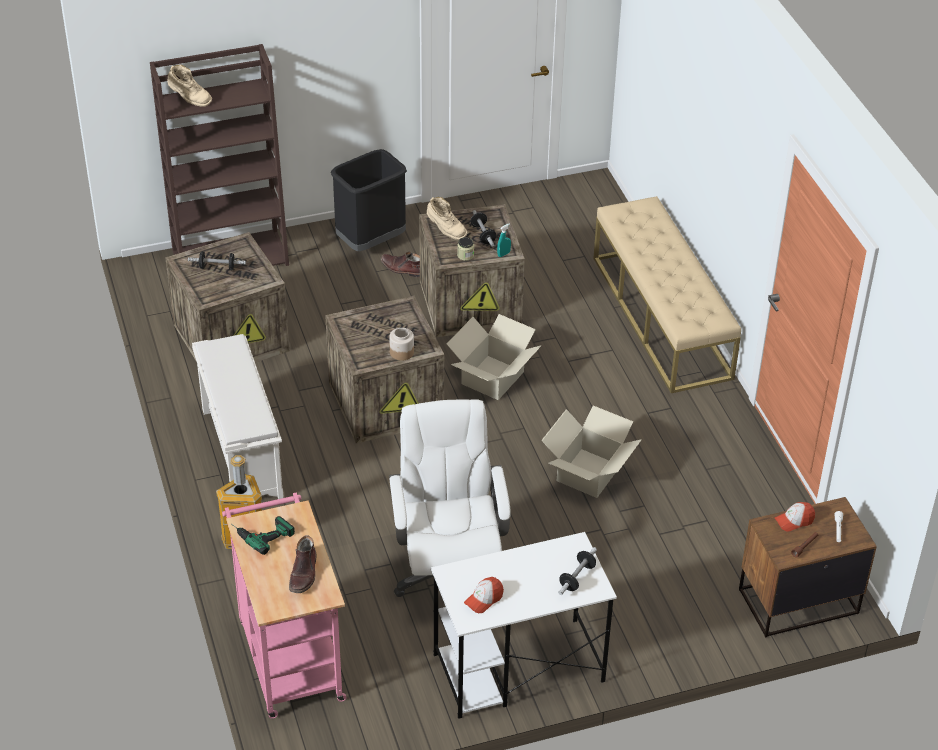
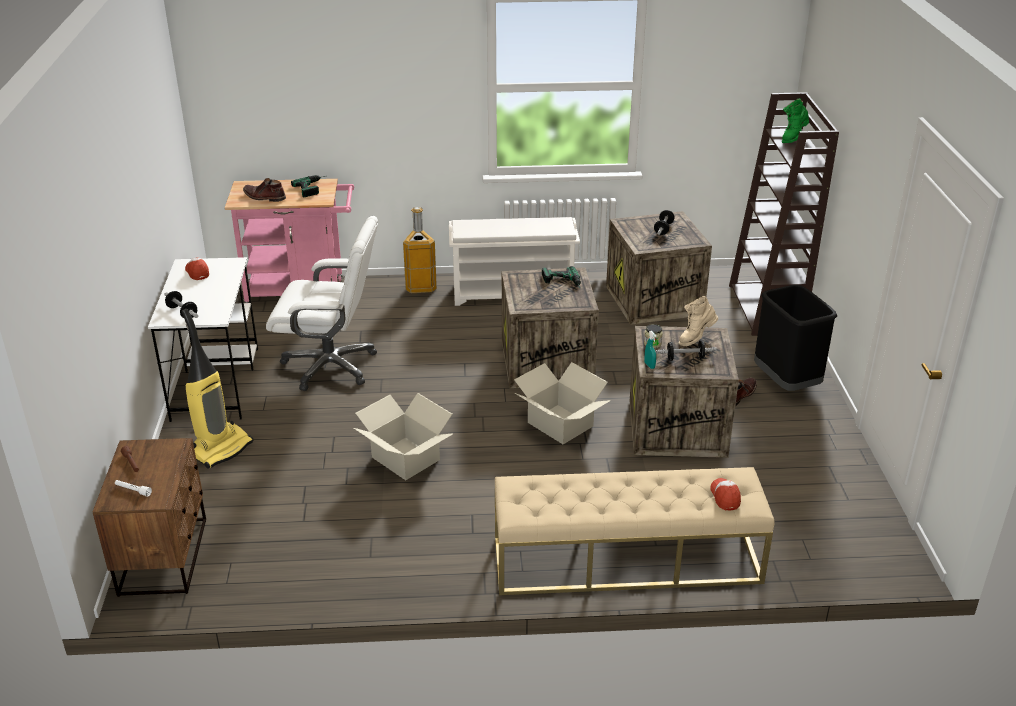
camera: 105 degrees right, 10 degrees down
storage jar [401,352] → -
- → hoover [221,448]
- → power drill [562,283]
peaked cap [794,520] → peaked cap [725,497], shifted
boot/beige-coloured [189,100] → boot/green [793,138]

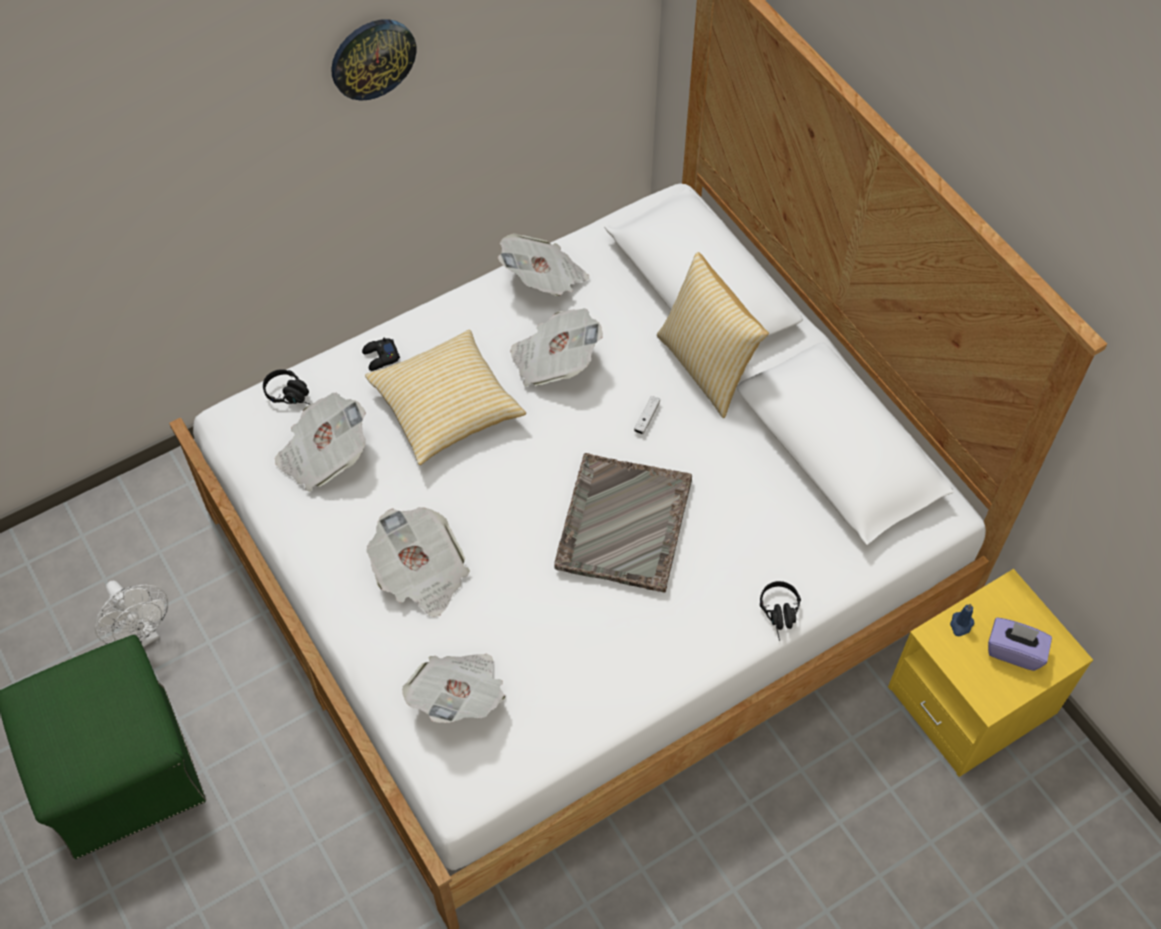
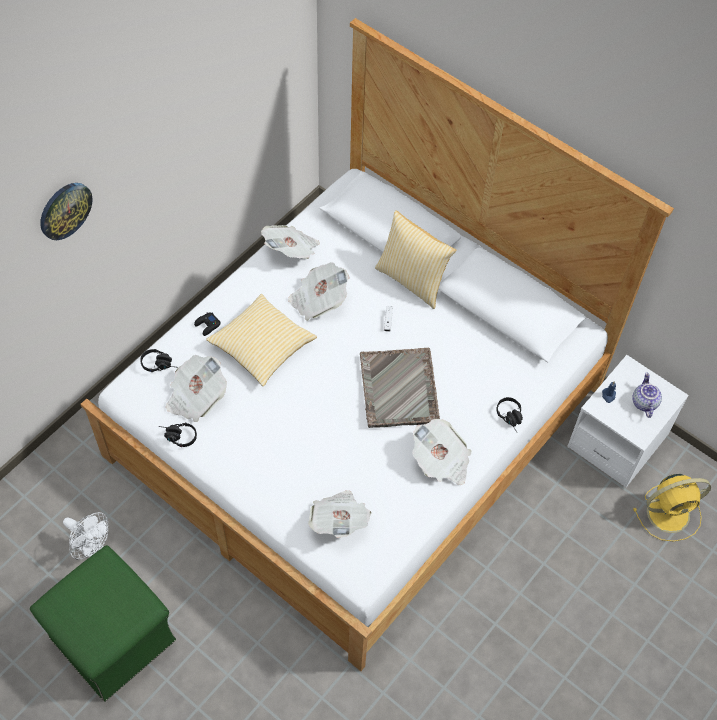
camera: 20 degrees left, 0 degrees up
- → headphones/black [177,437]
- → fan/yellowish [670,512]
clock on the wall [372,58] → clock on the wall [65,210], shifted
newspaper [421,574] → newspaper [441,461], shifted
tissue box/purplish [1014,651] → teapot [643,402]
nightstand/yellowish [971,701] → nightstand/white-coloured [617,441]

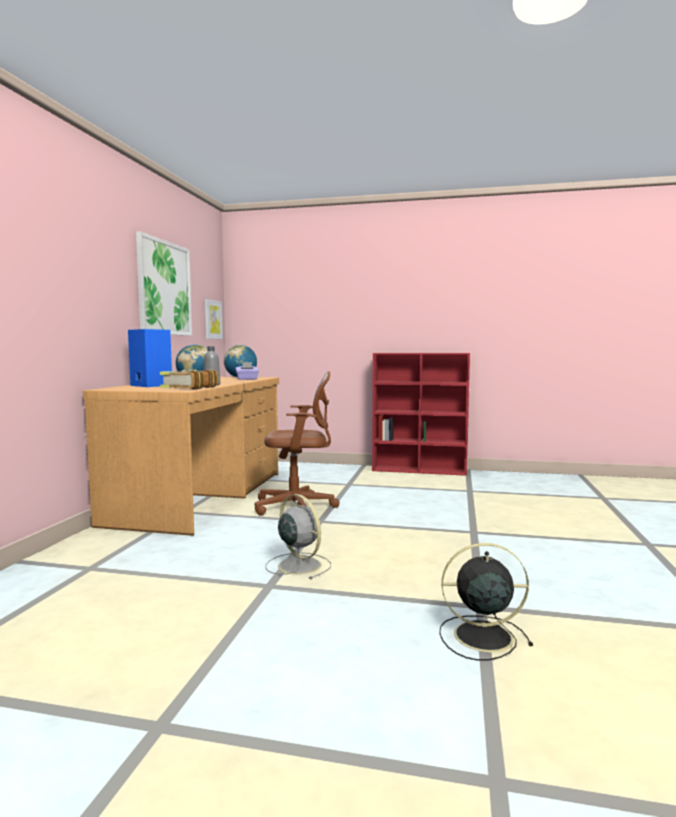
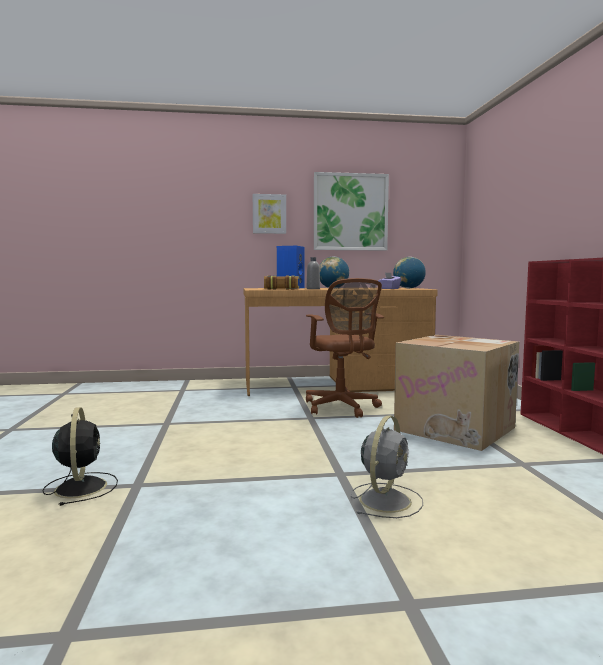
camera: 70 degrees right, 0 degrees up
- → cardboard box [456,428]
picture [212,319] → picture [269,214], shifted
fan/greyish [298,565] → fan/greyish [386,499], shifted

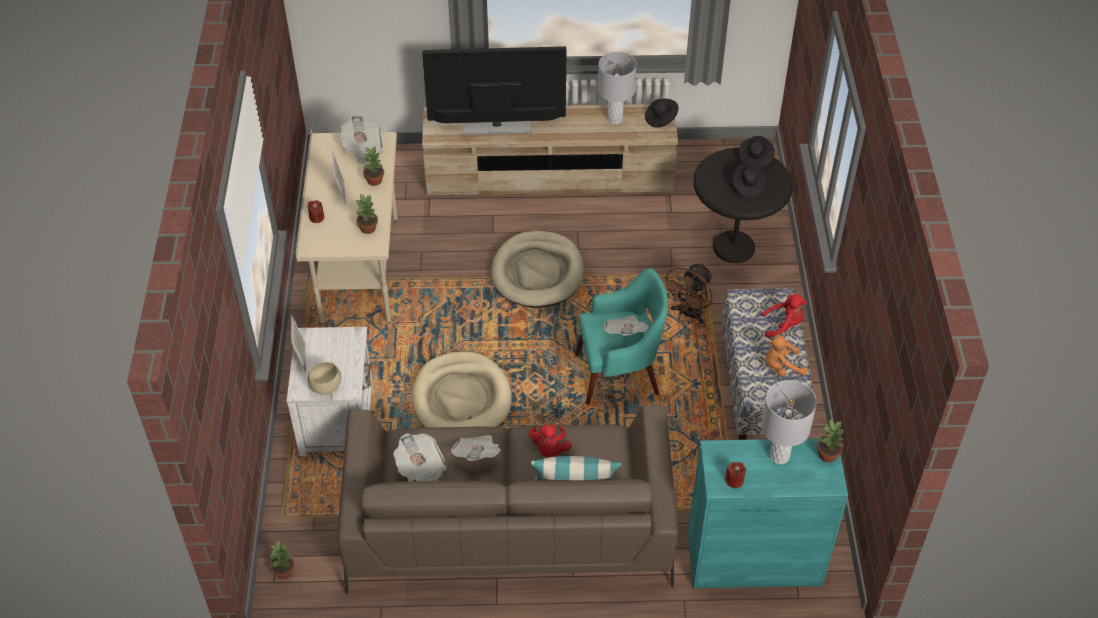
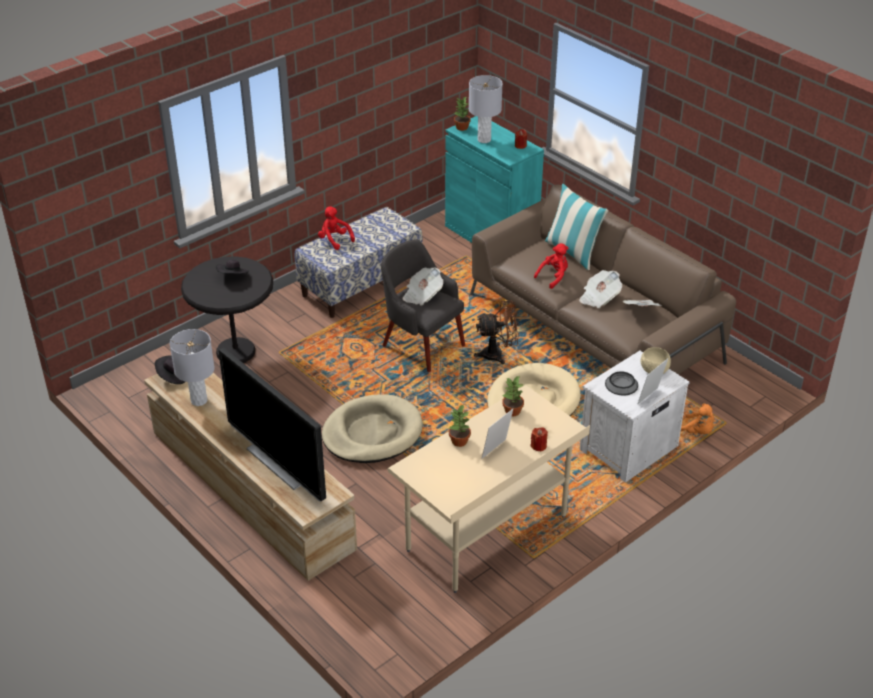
camera: 130 degrees left, 10 degrees down
potted plant [284,571] → -
newspaper [363,148] → -
clothing hat/black [755,159] → -
- → deep dish [621,384]
fan/brownish [688,314] → fan/brownish [498,355], shifted
soft toy/orange [781,367] → soft toy/orange [696,432], shifted
lounge chair/blue-green [619,374] → lounge chair/greyish [422,345]

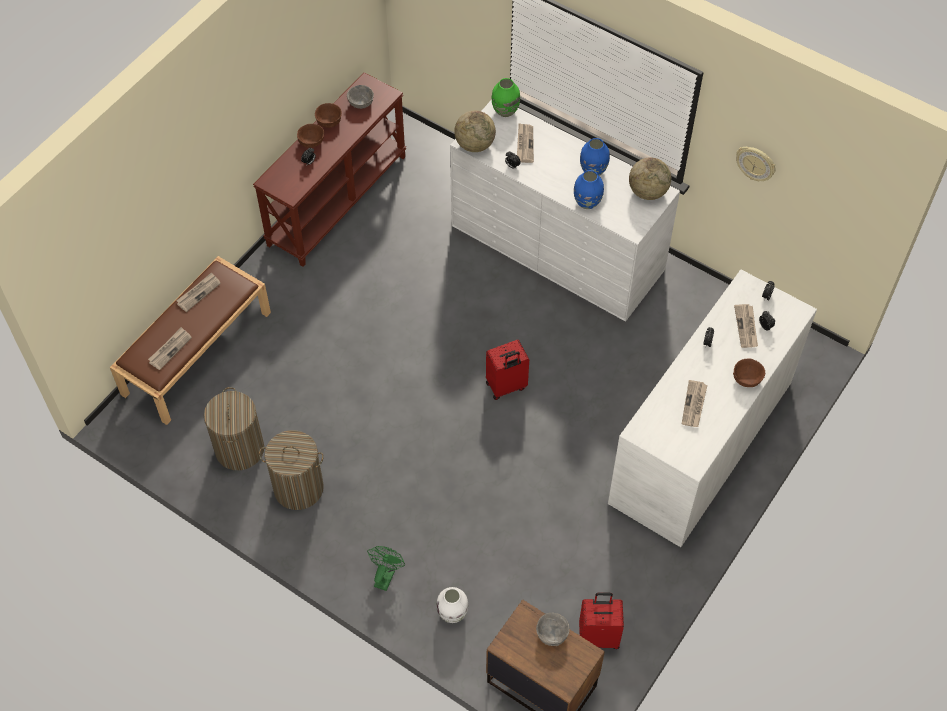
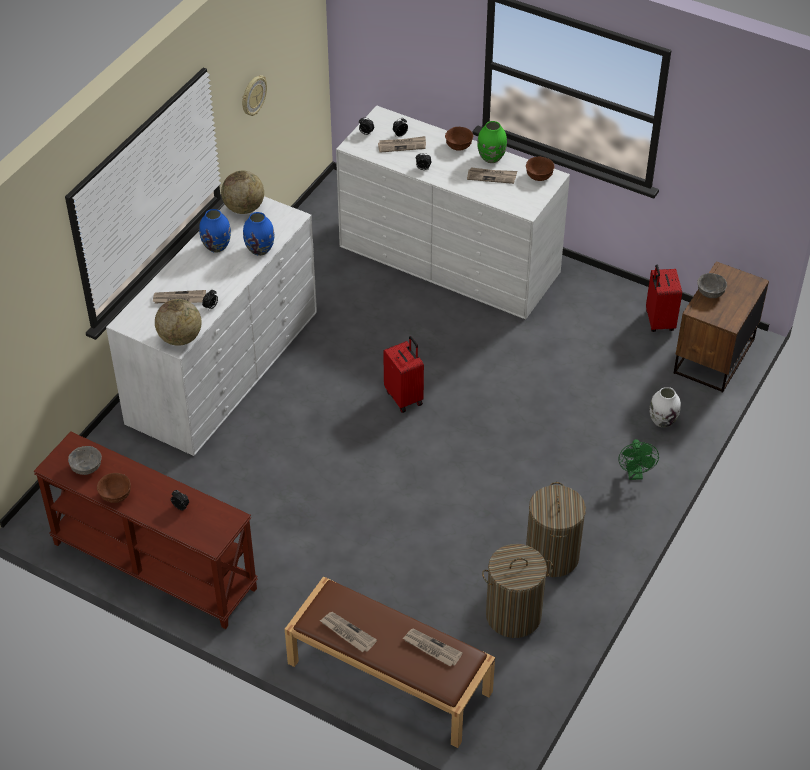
camera: 95 degrees left, 10 degrees down
deep dish/brownish [311,142] → deep dish/brownish [539,176], shifted
decorative vase/green [505,111] → decorative vase/green [491,158], shifted
fan/green [385,575] → fan/green [635,474], 105 degrees counterclockwise

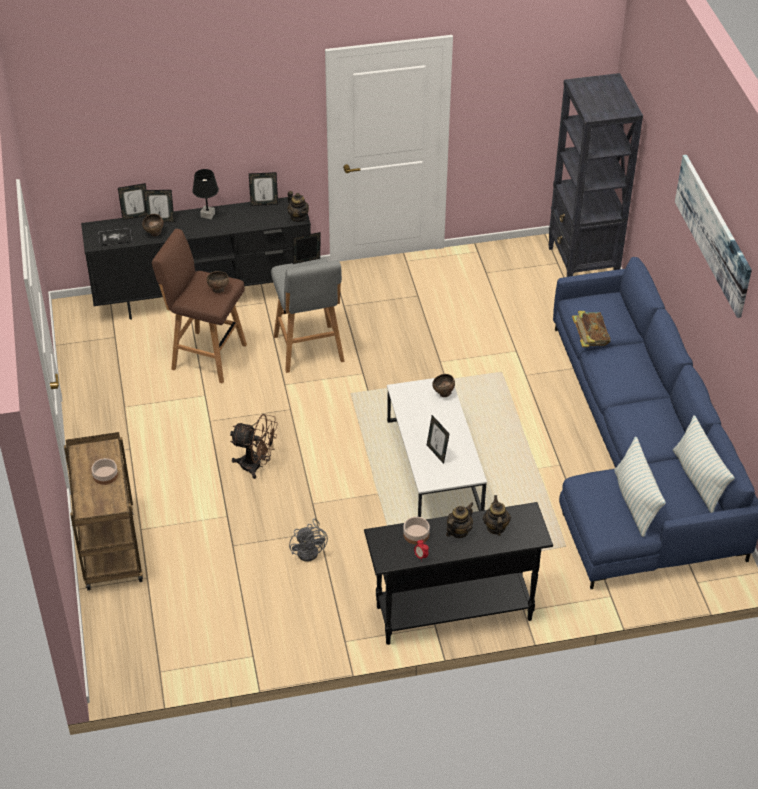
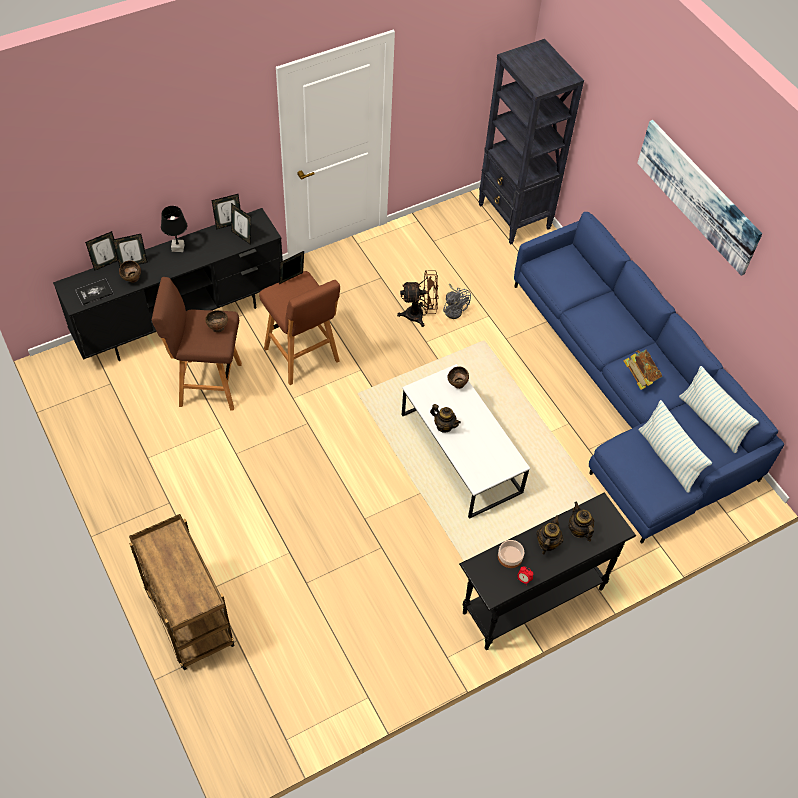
camera: 20 degrees left, 10 degrees up
deep dish [105,475] → -
fan/brownish [256,466] → fan/brownish [419,315], shifted
teapot [298,217] → teapot [444,426], shifted
fan/greyish [310,550] → fan/greyish [454,309], shifted
photo frame [437,453] → photo frame [242,236], shifted
volume [589,339] → volume [639,377], shifted
sitting stool/greyish [309,350] → sitting stool/brownish [303,357]

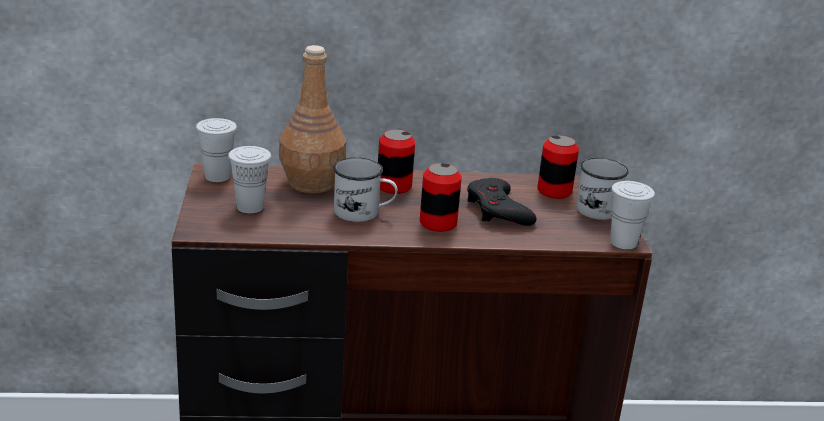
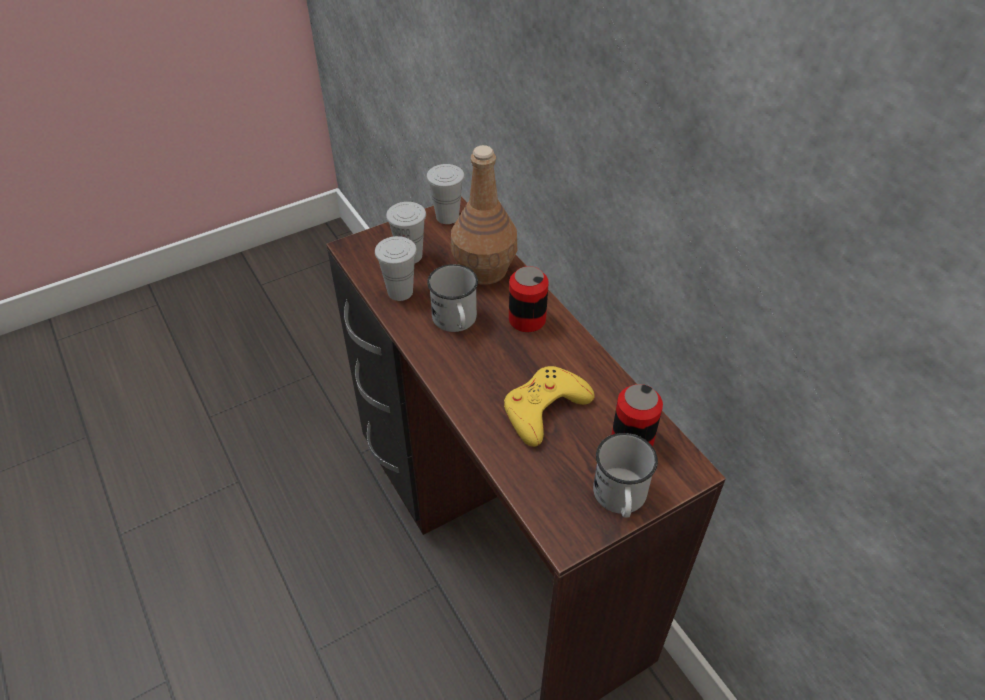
camera: 65 degrees right, 20 degrees up
can [438,223] → -
small cup/white-coloured [623,242] → small cup/white-coloured [400,292], shifted
game controller/black [498,210] → game controller/yellowish [544,409]

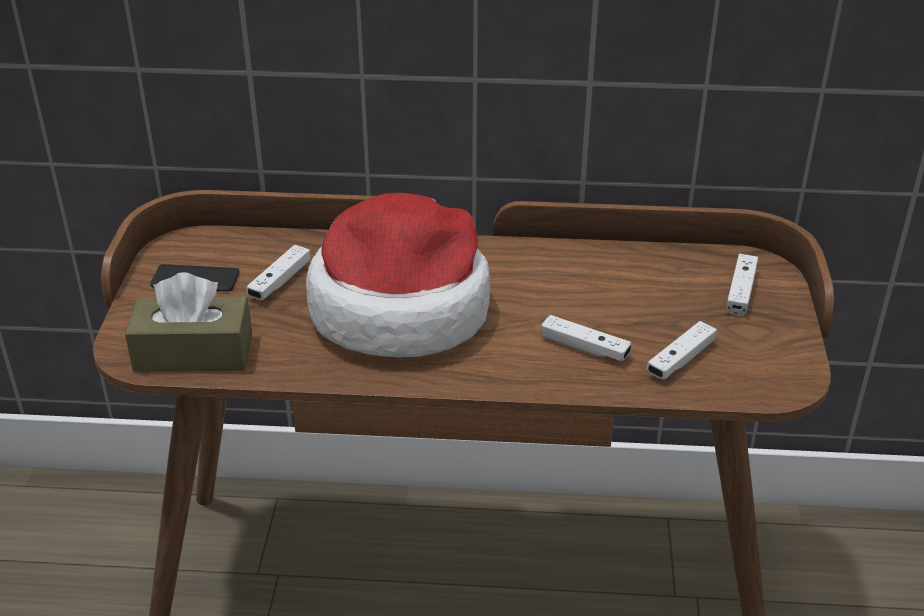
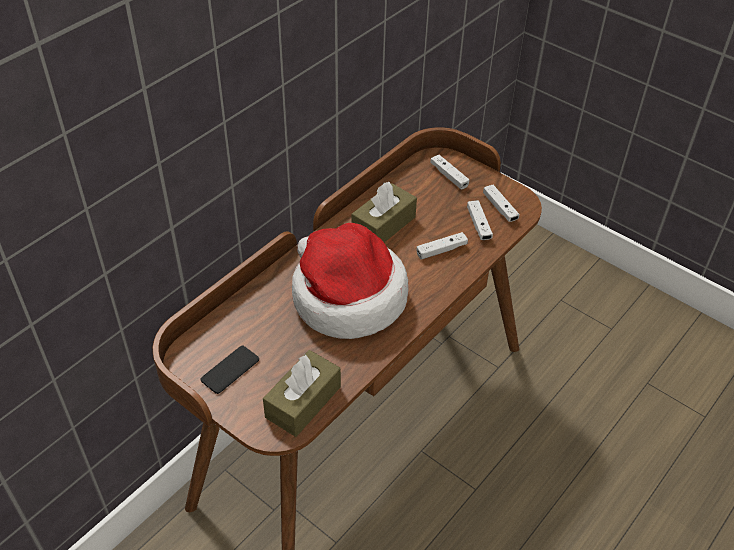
camera: 55 degrees left, 10 degrees up
- → tissue box/brownish [383,225]
game controller/white-coloured [280,281] → game controller/white-coloured [500,208], shifted

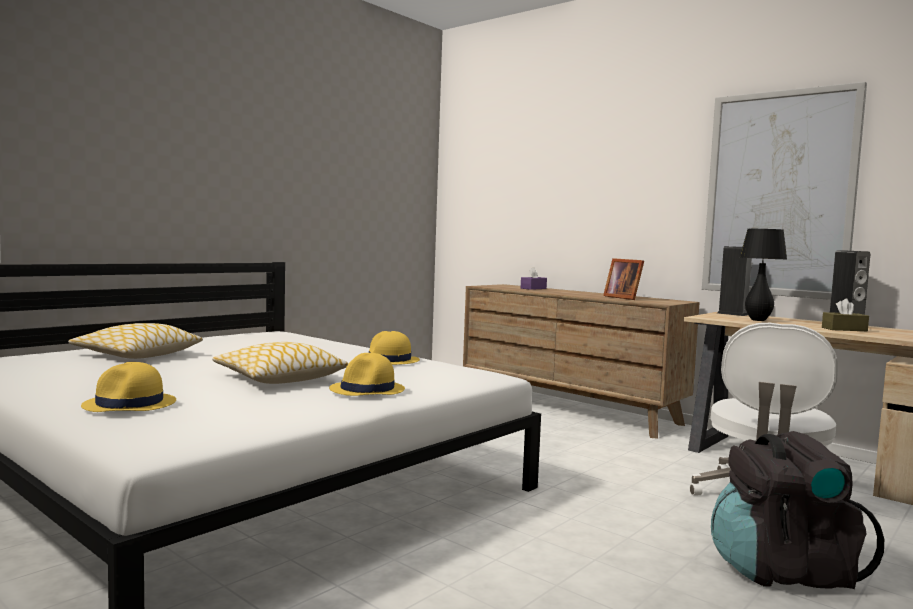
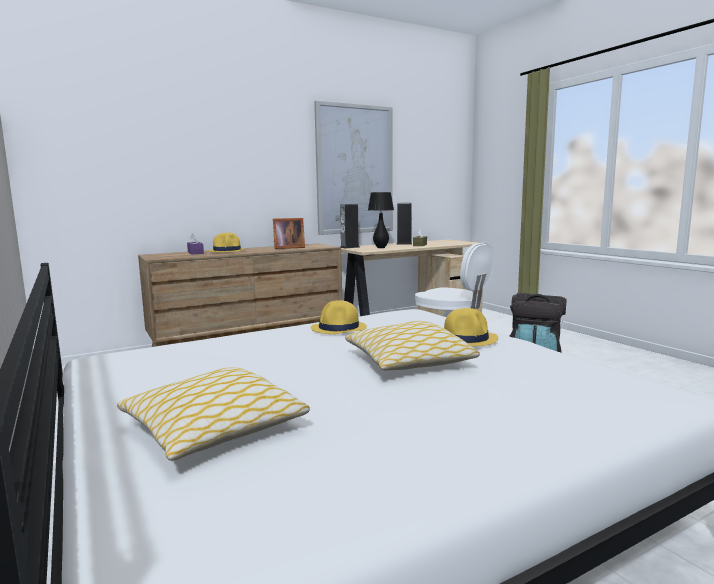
camera: 70 degrees left, 5 degrees up
clothing hat/yellowish [130,405] → clothing hat/yellowish [227,251], shifted

